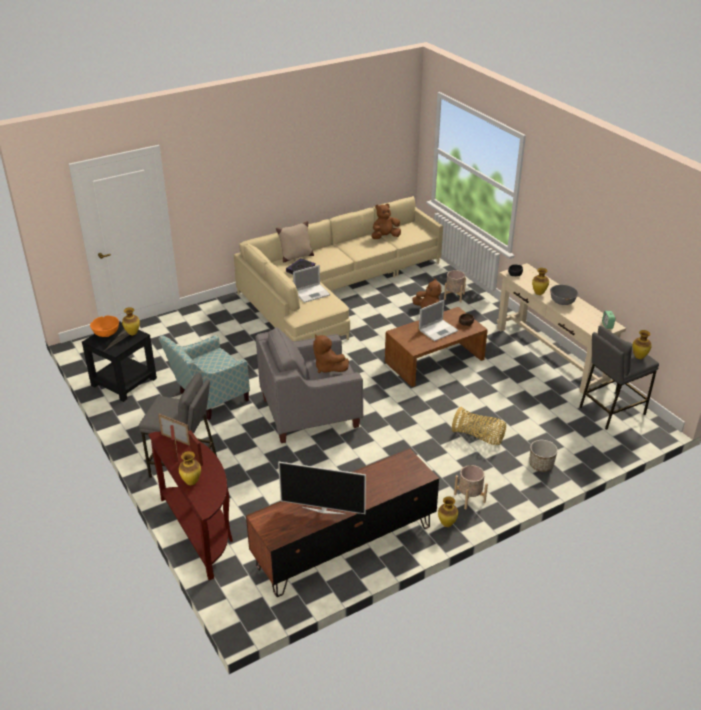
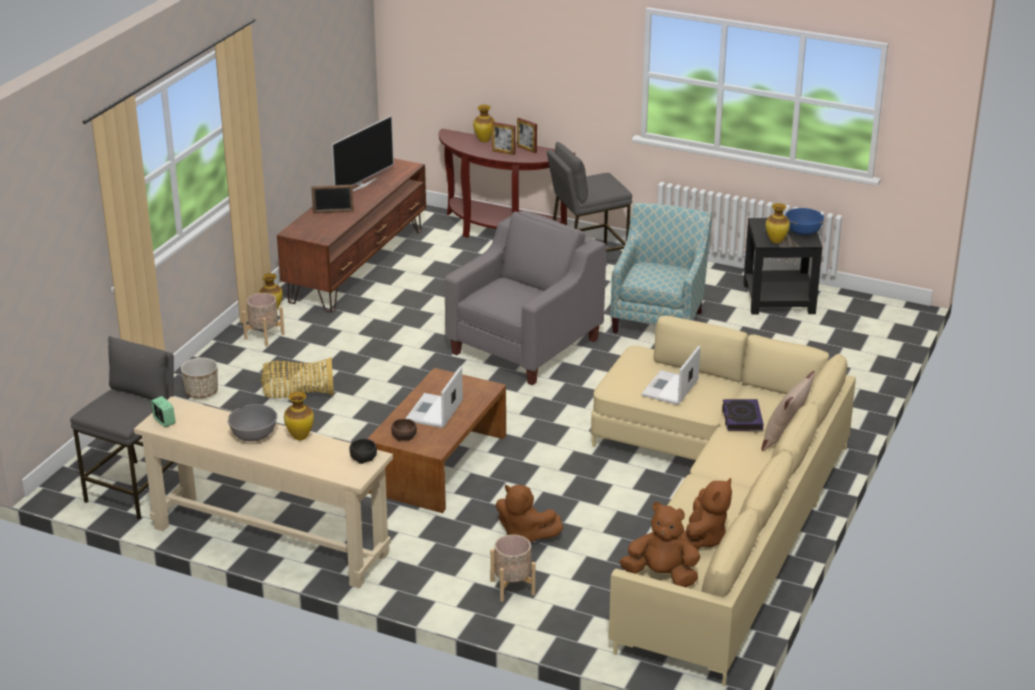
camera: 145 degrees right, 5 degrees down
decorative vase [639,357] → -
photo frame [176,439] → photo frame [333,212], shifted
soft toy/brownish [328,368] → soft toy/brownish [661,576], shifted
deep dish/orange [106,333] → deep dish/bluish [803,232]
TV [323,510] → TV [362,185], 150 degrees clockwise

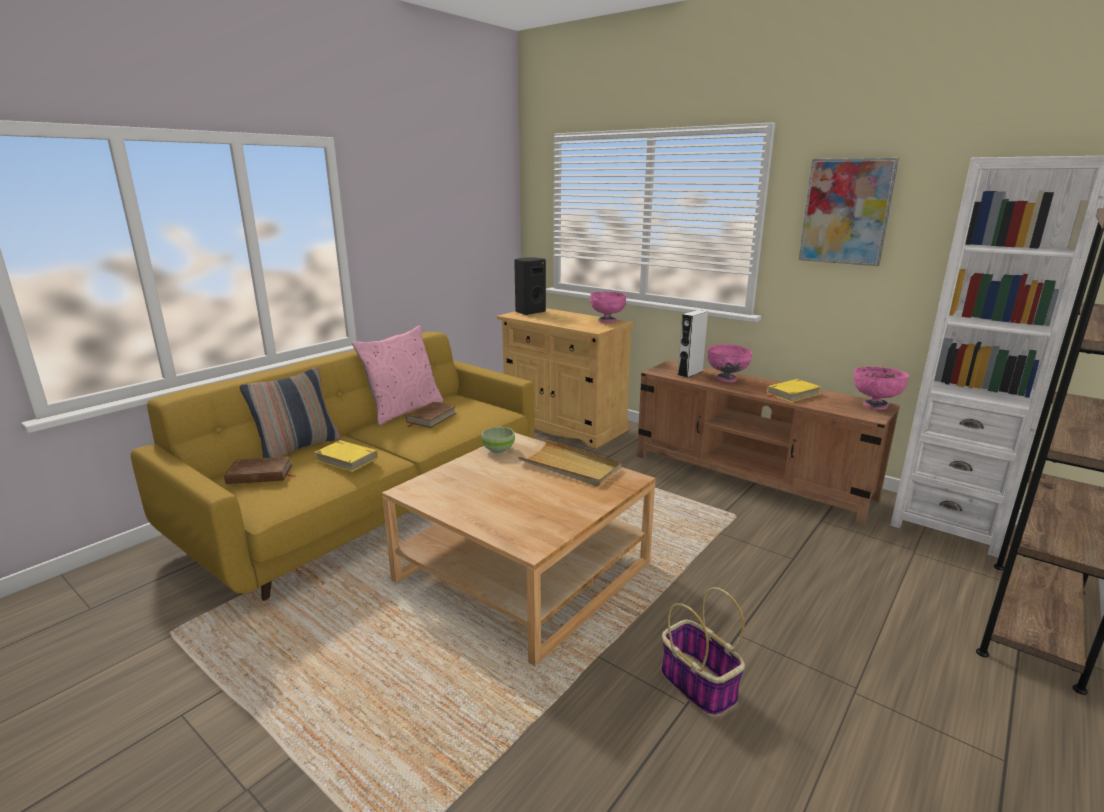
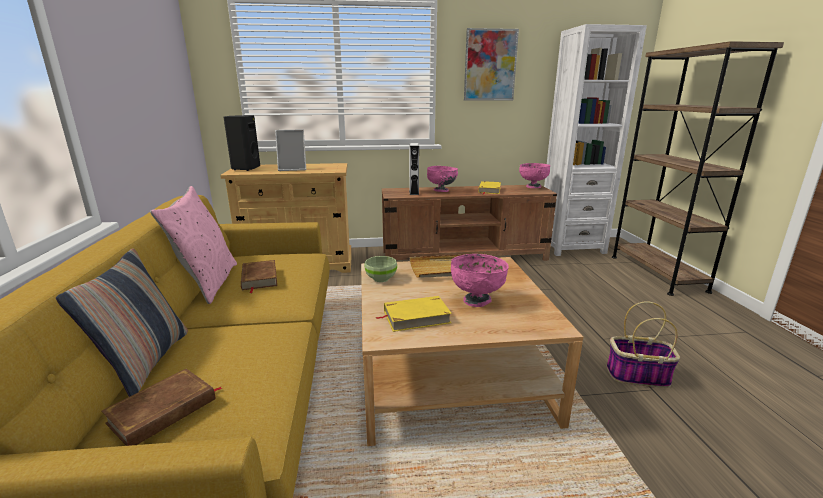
camera: 45 degrees left, 0 degrees up
- → photo frame [293,169]
volume/yellowish [346,459] → volume/yellowish [416,317], shifted
deep dish/pinkish [607,321] → deep dish/pinkish [477,300], shifted

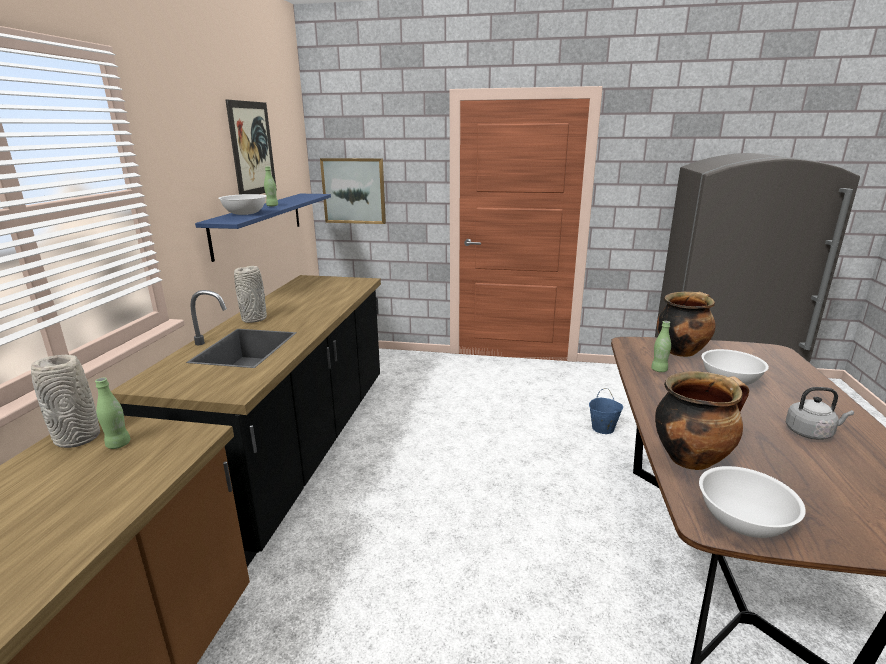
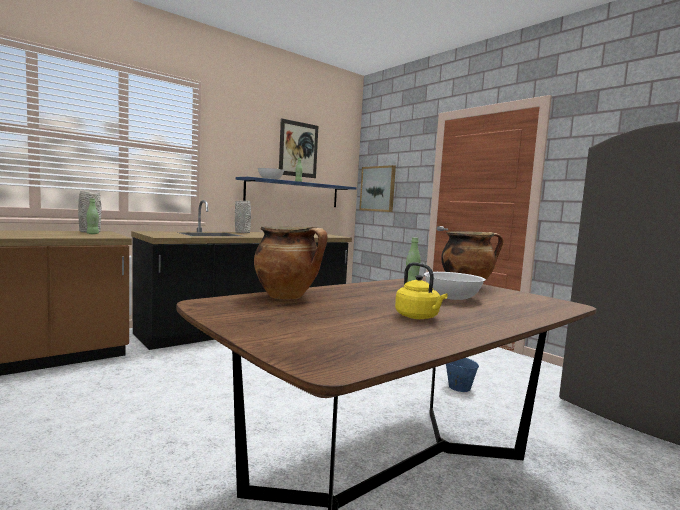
camera: 40 degrees right, 15 degrees down
deep dish/white-coloured [743,522] → -
kettle/greyish [811,433] → kettle/yellowish [418,317]

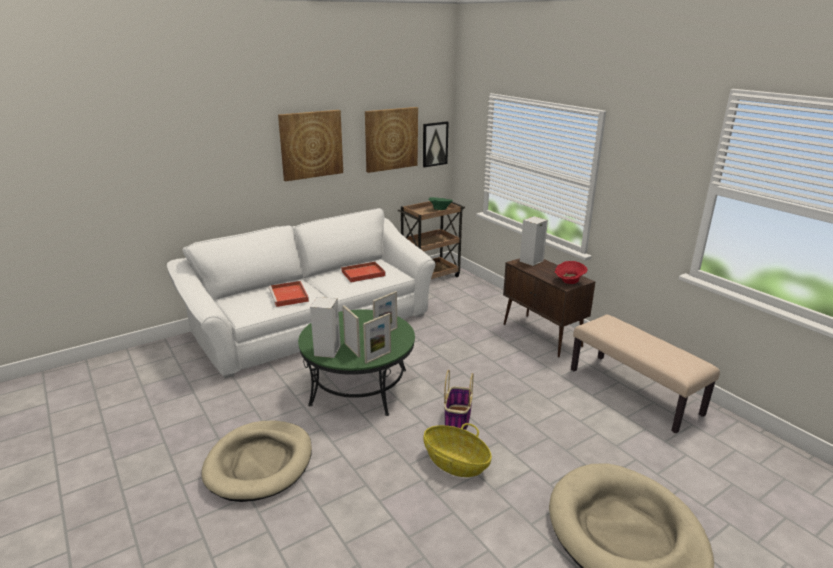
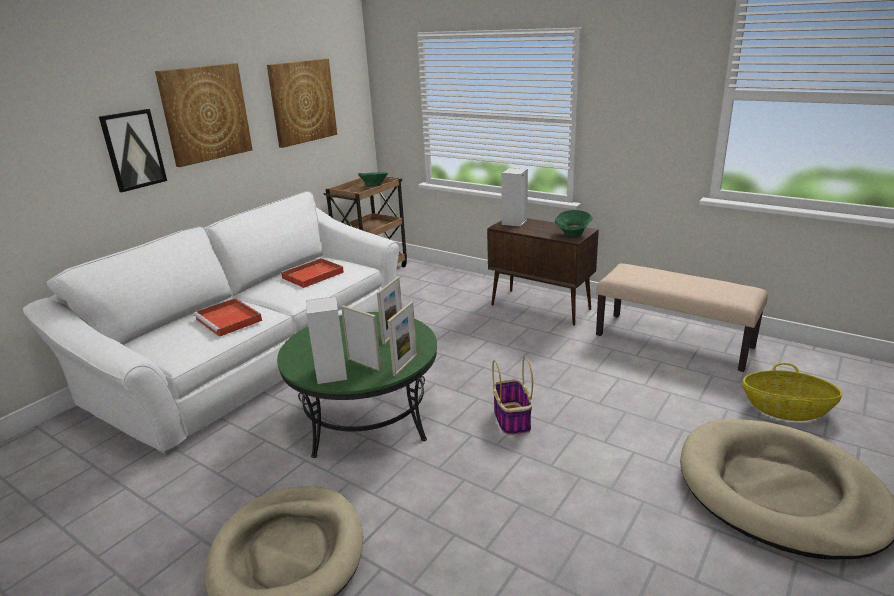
camera: 20 degrees left, 0 degrees up
picture [434,144] → picture [133,150], shifted
basket [455,463] → basket [786,409], shifted
deep dish/reddish [569,282] → deep dish/green [573,234]

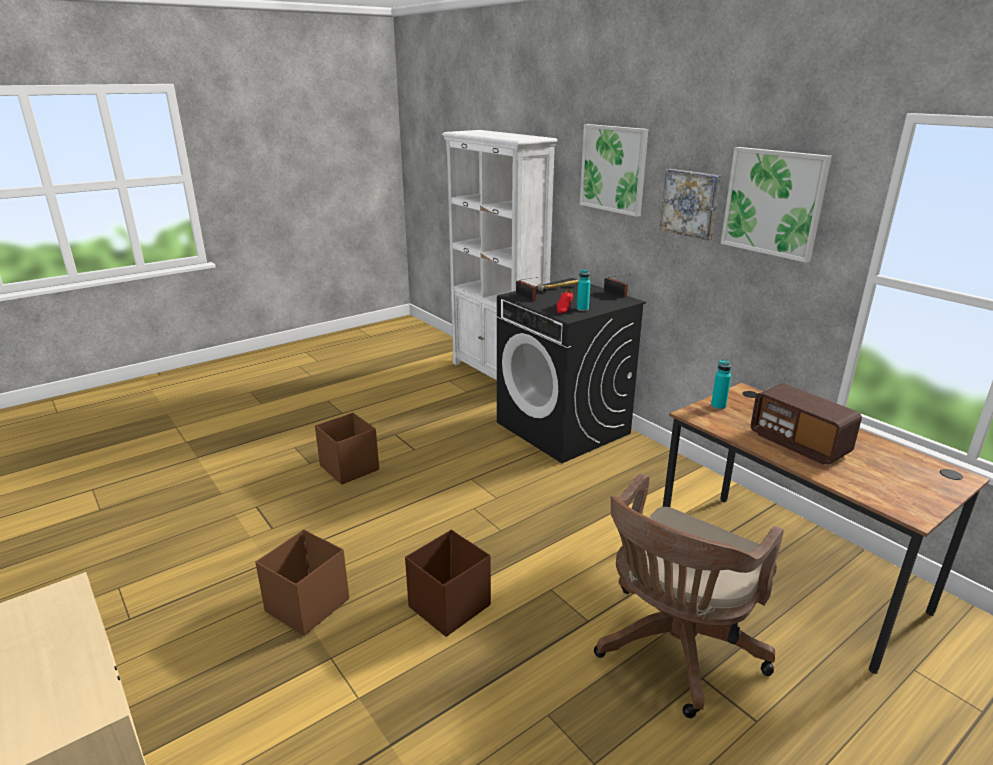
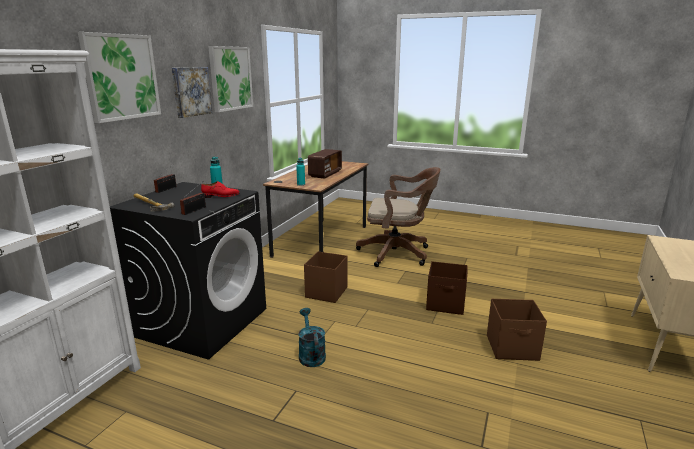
camera: 120 degrees left, 5 degrees down
- → sprinkling can/blue-green [310,354]
storage bin/brownish [349,467] → storage bin/brownish [326,292], shifted

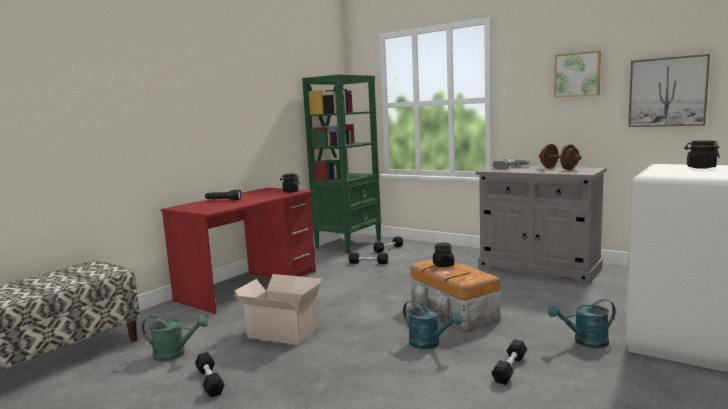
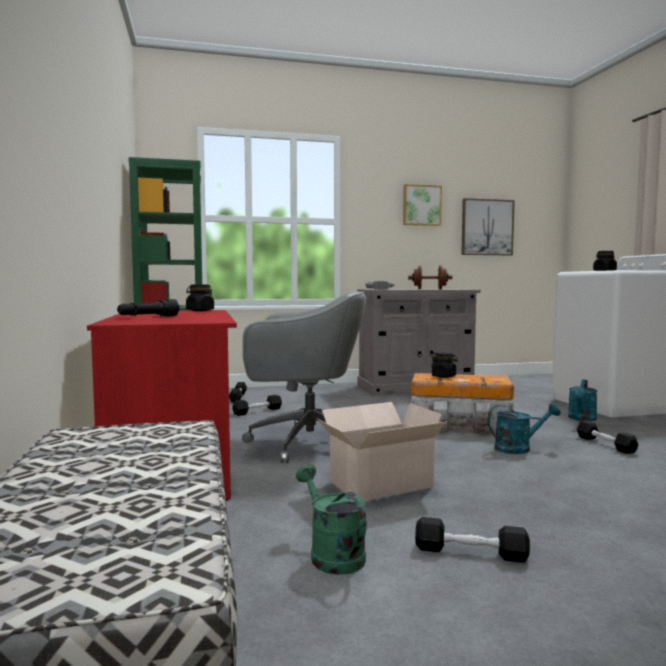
camera: 50 degrees left, 5 degrees down
- → desk chair/greyish [305,442]
sprinkling can/green [175,354] → sprinkling can/green [331,554], 75 degrees counterclockwise

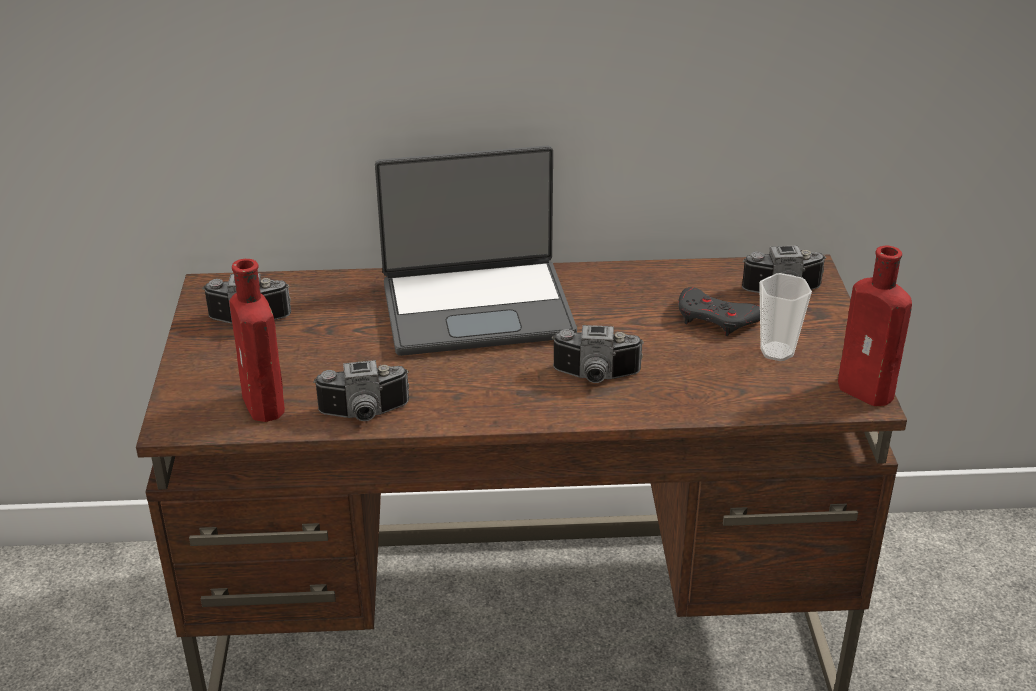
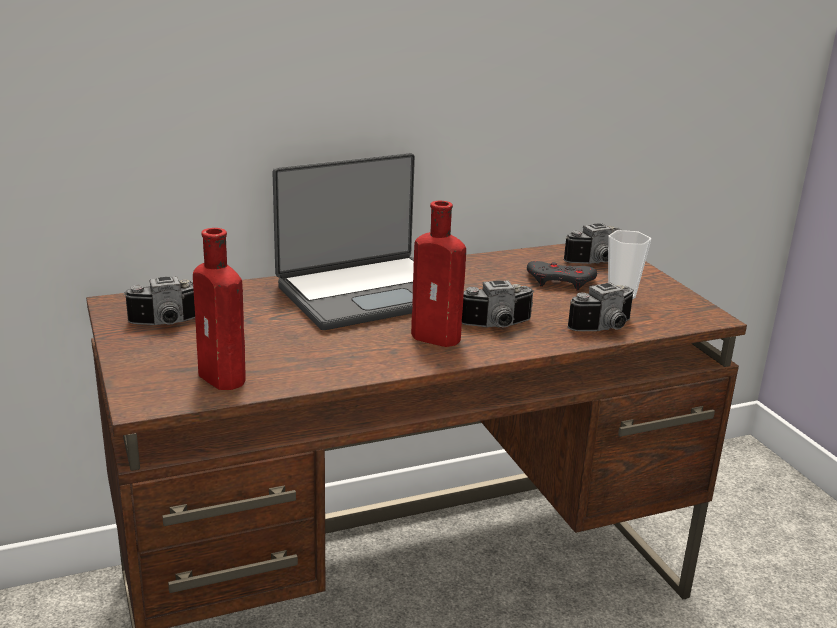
camera: 20 degrees left, 10 degrees down
still camera [364,414] → still camera [606,328], shifted
beverage bottle/reddish [869,392] → beverage bottle/reddish [439,338], shifted

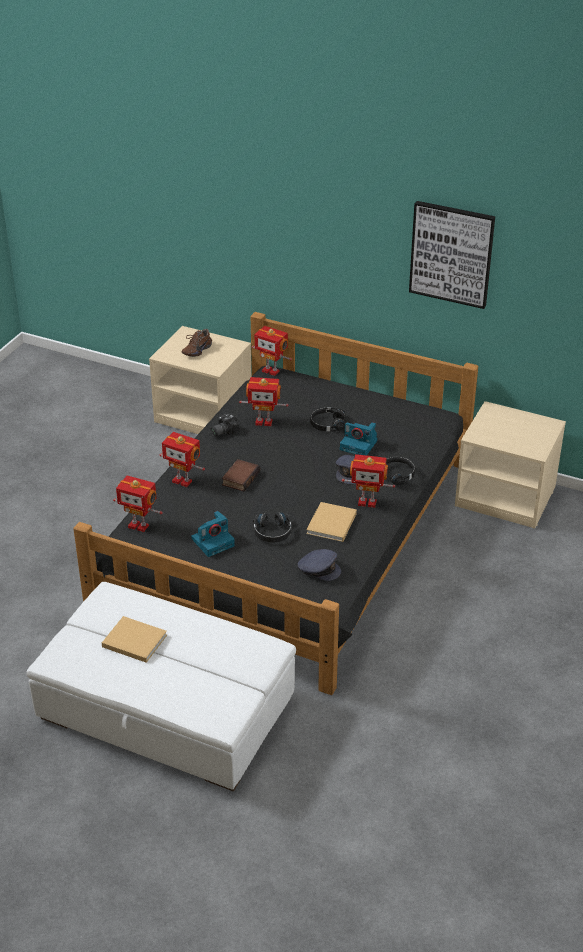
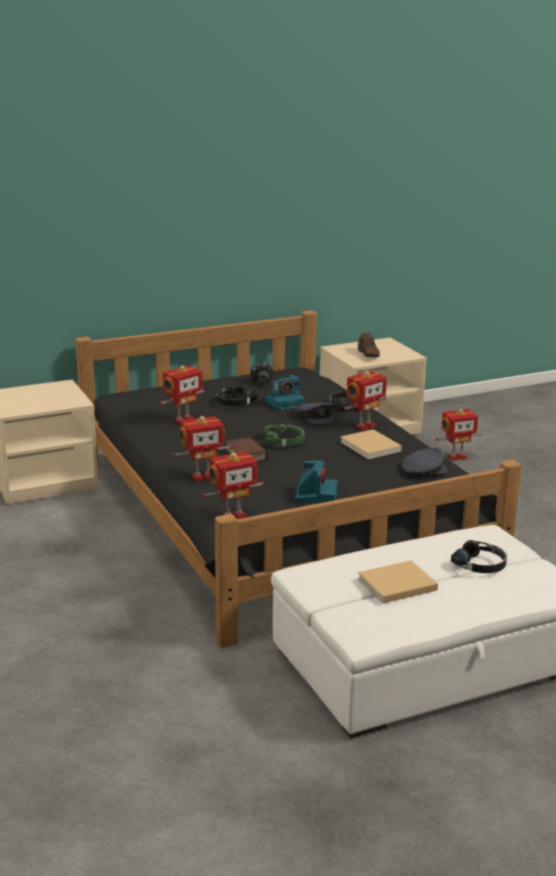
camera: 50 degrees left, 15 degrees down
picture [451,254] → -
- → headphones/green [284,441]
item of footwear/brownish [196,350] → item of footwear/brownish [366,355], shifted
still camera [222,431] → still camera [260,382], shifted
toy robot [271,370] → toy robot [457,457], shifted
headphones/black [272,532] → headphones/black [480,565], shifted

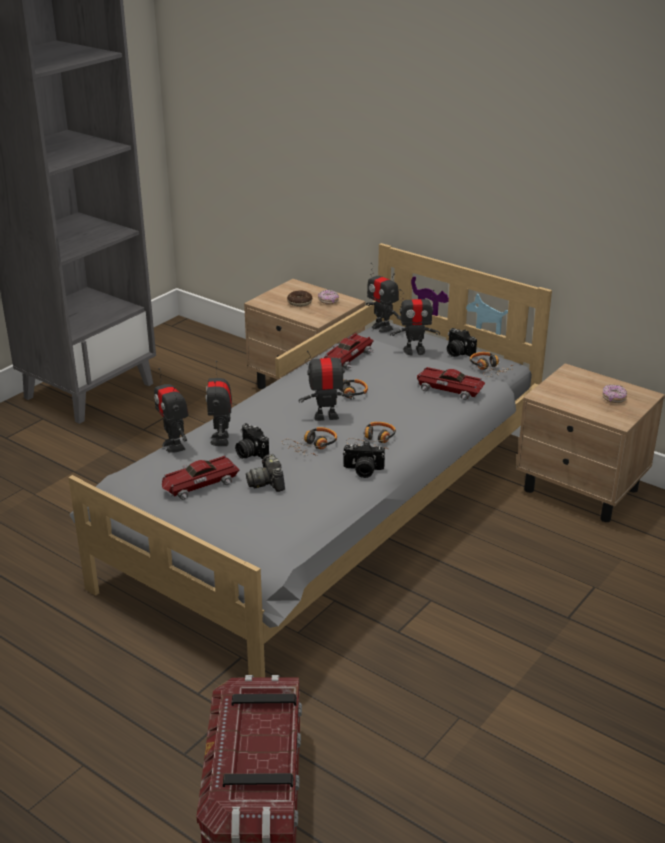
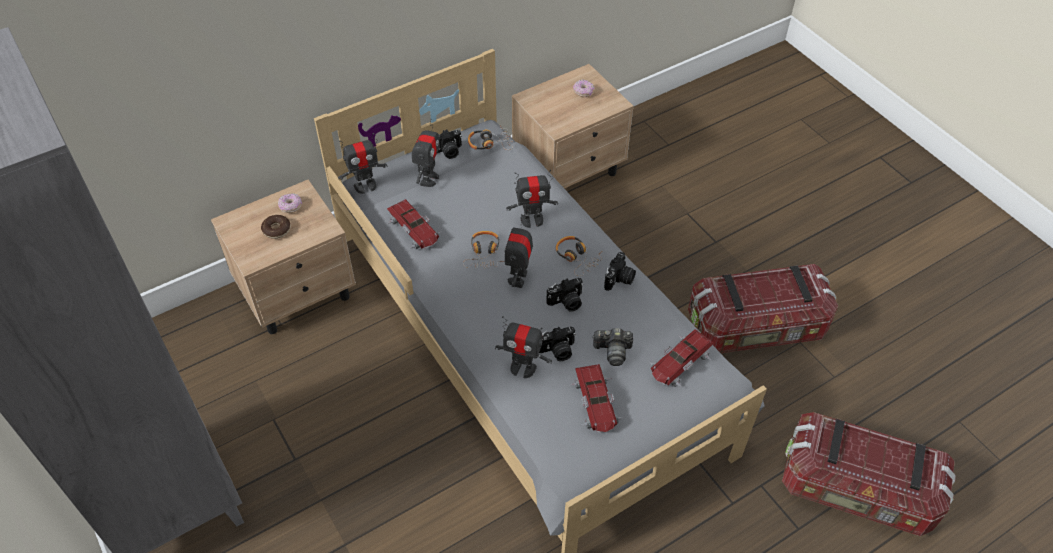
camera: 70 degrees left, 20 degrees up
- → storage bin [756,328]
toy robot [174,445] → toy robot [532,220], shifted
model car [448,389] → model car [680,363], shifted
headphones [312,447] → still camera [566,302]

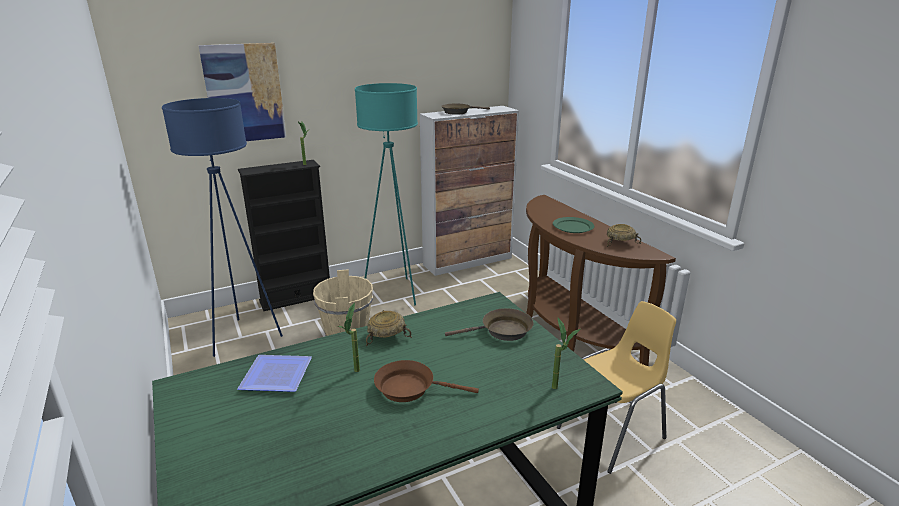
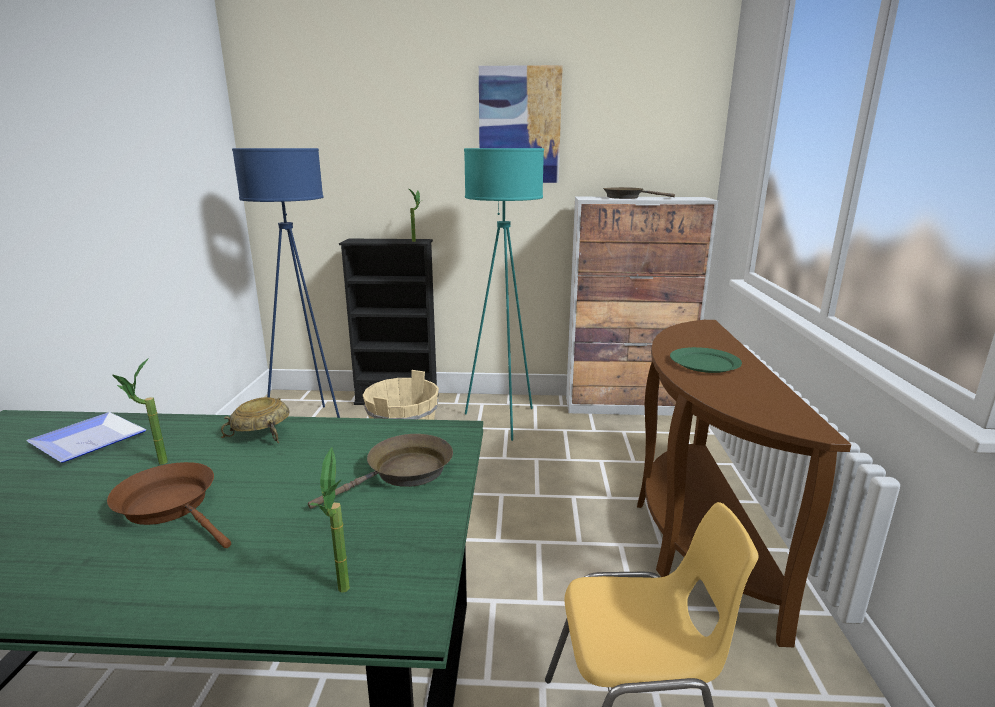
camera: 30 degrees right, 5 degrees down
deep dish/beige-coloured [620,242] → -
picture [244,93] → picture [519,126], shifted
frying pan/brownish [502,331] → frying pan/brownish [404,473], 60 degrees counterclockwise

